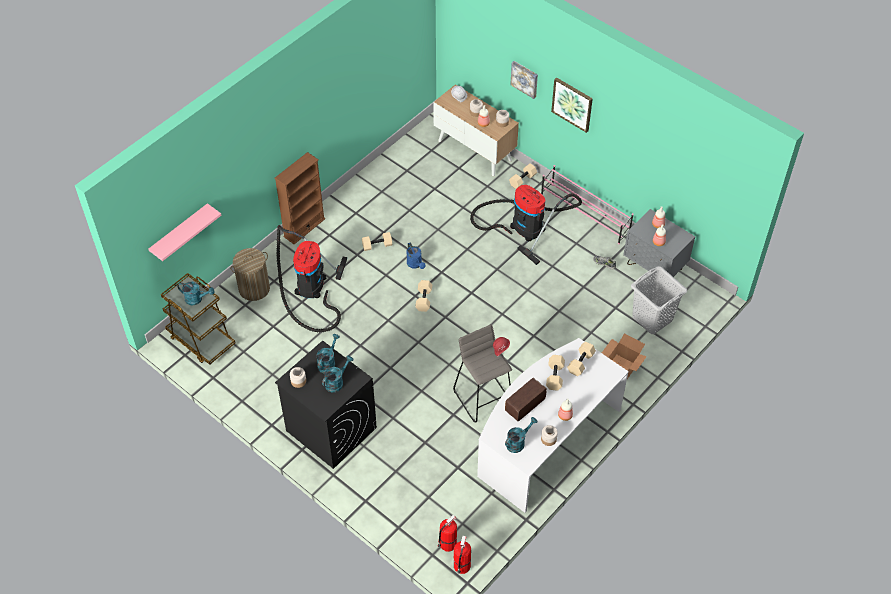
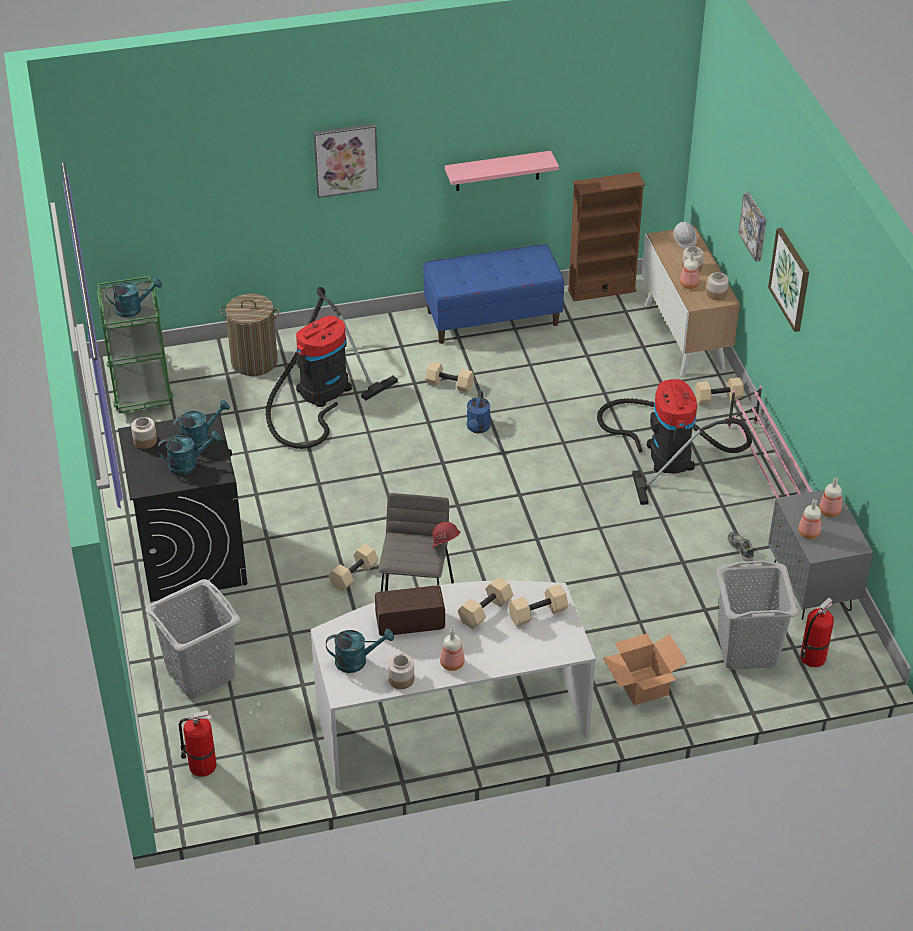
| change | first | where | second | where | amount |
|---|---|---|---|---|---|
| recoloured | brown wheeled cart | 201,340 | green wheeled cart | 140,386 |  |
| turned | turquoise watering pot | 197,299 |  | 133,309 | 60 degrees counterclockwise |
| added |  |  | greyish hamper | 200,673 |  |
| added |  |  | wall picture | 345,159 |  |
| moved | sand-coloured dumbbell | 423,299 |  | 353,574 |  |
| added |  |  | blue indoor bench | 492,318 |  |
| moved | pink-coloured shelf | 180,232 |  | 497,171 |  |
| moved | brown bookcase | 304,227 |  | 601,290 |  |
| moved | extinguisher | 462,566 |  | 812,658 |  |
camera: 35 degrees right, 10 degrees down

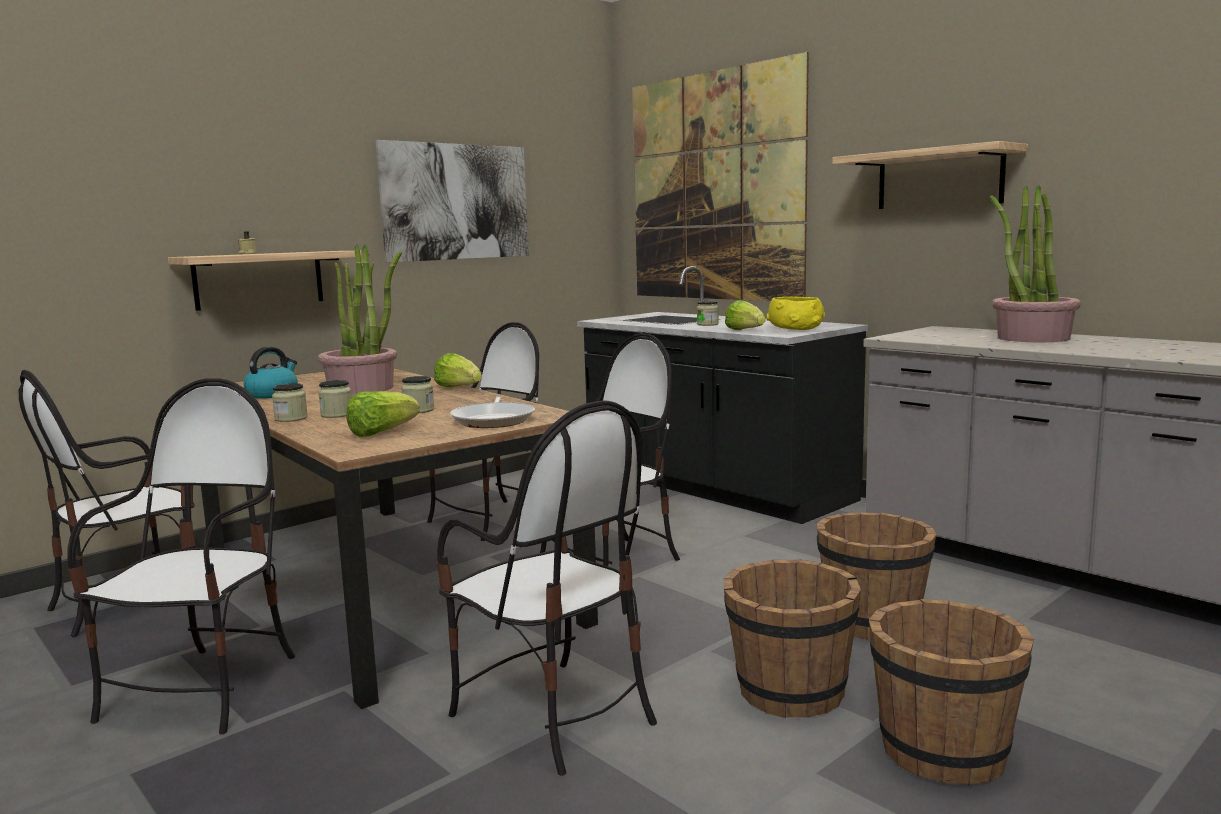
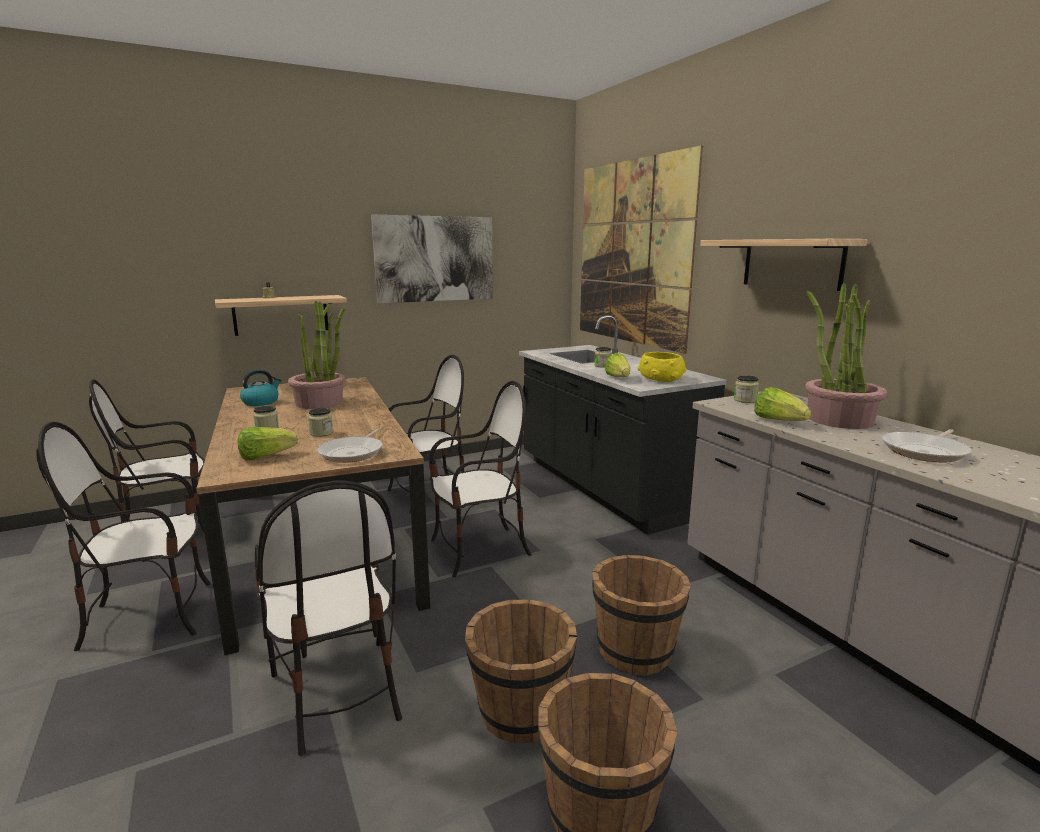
| change | first | where | second | where | amount |
|---|---|---|---|---|---|
| turned | chair | 204,690 |  | 150,616 | 135 degrees counterclockwise |
| moved | storage jar | 291,418 |  | 745,400 |  |
| moved | lettuce | 459,388 |  | 778,421 |  |
| added |  |  | frying pan | 926,451 |  |
camera: 15 degrees right, 5 degrees up

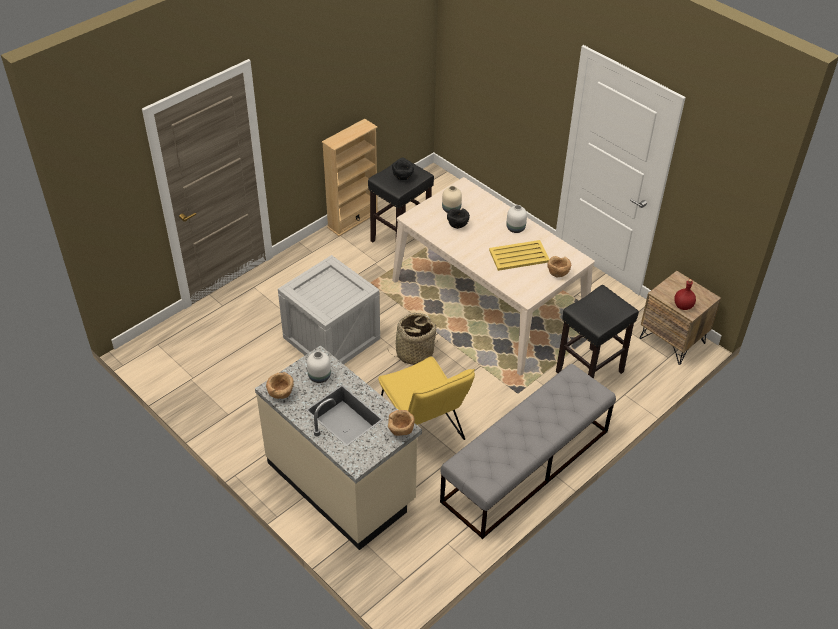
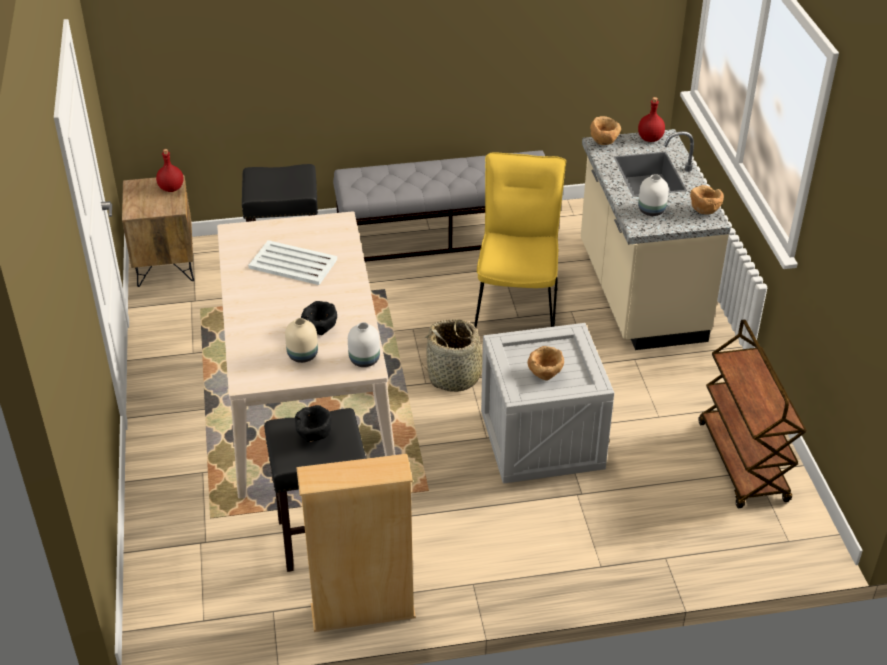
| change | first | where | second | where | amount |
|---|---|---|---|---|---|
| recoloured | yellowish carrying tray | 519,256 | whitish carrying tray | 292,263 |  |
| moved | whitish vase | 515,228 |  | 364,360 |  |
| moved | brown deep dish | 557,274 |  | 545,375 |  |
| added |  |  | red-coloured beverage bottle | 650,139 |  |
| added |  |  | brown wheeled cart | 743,462 |  |
camera: 145 degrees left, 5 degrees down

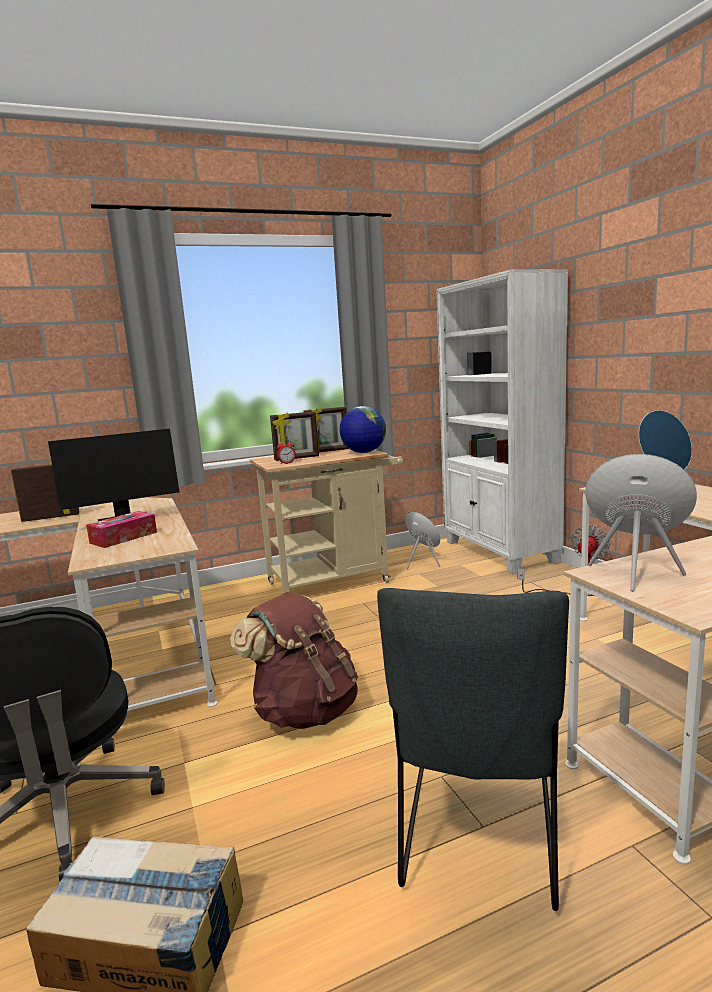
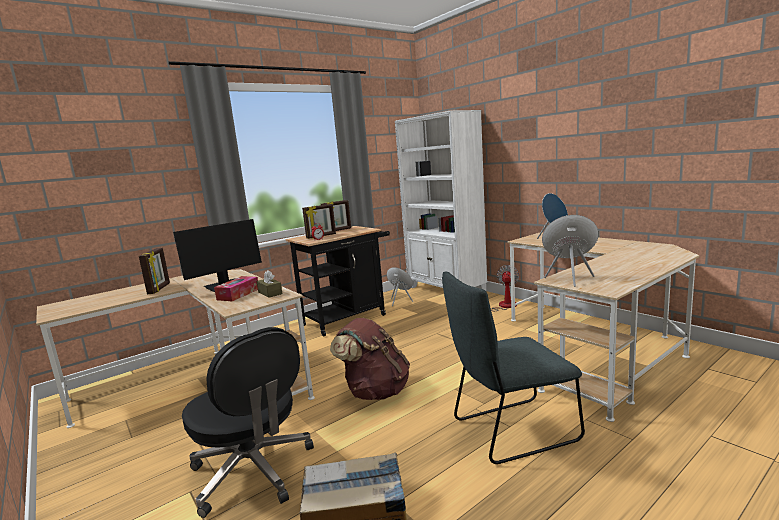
| change | first | where | second | where | amount |
|---|---|---|---|---|---|
| turned | picture frame | 51,517 |  | 159,289 | 120 degrees clockwise |
| added |  |  | brown tissue holder | 270,293 |  |
| recoloured | sand-coloured wheeled cart | 335,581 | black wheeled cart | 348,318 |  |
| turned | greyish chair | 478,837 |  | 510,431 | 75 degrees clockwise |
| removed | desk globe | 363,452 |  |  |  |
camera: 15 degrees left, 0 degrees up

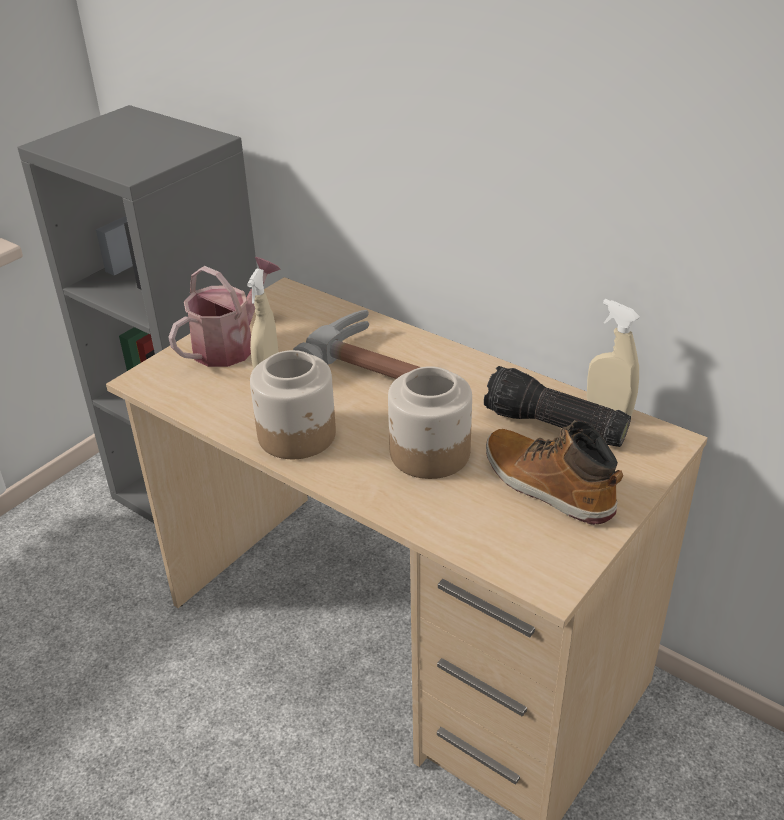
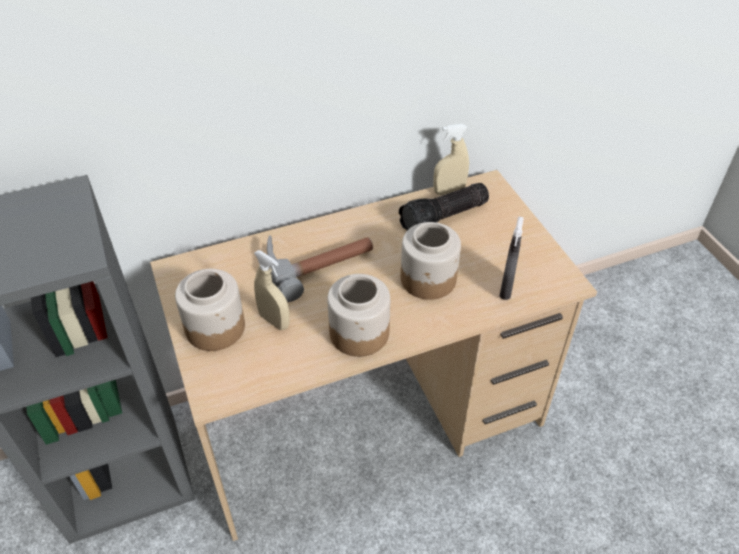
| change | first | where | second | where | amount |
|---|---|---|---|---|---|
| replaced | watering pot | 230,345 | storage jar | 215,327 |  |
| added |  |  | greyish spray bottle | 506,288 |  |
| removed | high-top boot | 546,486 |  |  |  |
camera: 60 degrees left, 10 degrees up

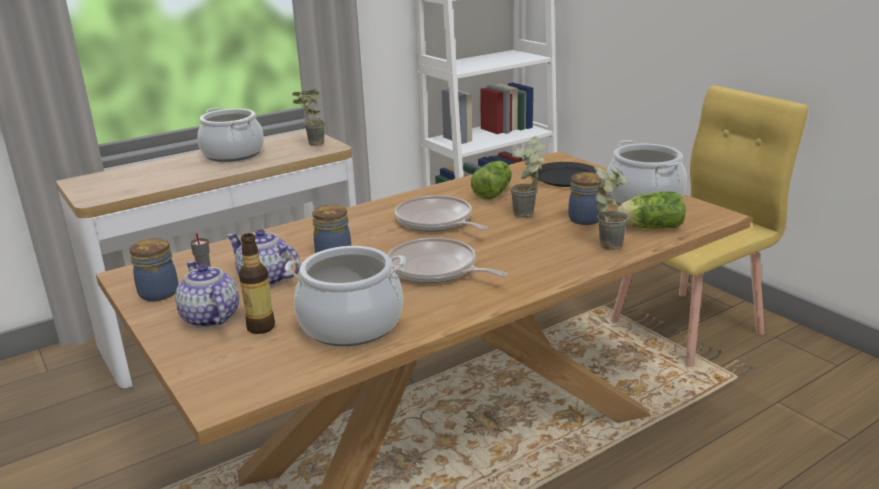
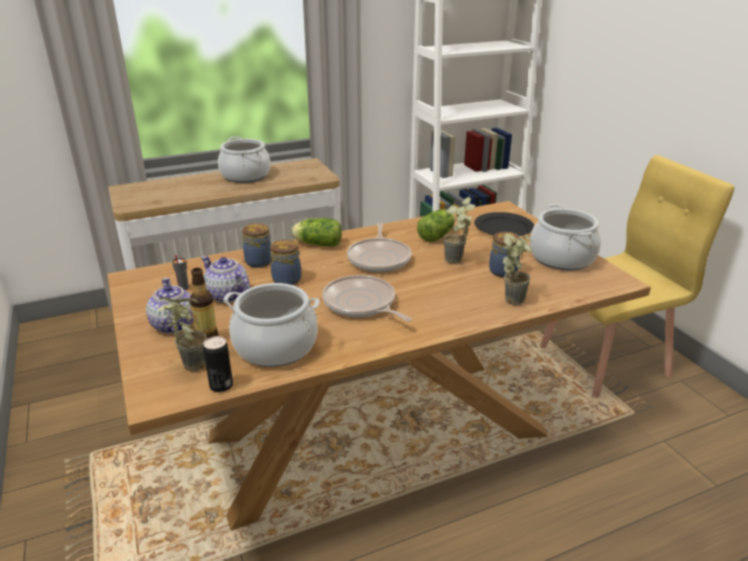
| change | first | where | second | where | amount |
|---|---|---|---|---|---|
| moved | plant in a pot | 311,144 |  | 187,366 |  |
| added |  |  | metal can | 221,385 |  |
| moved | storage jar | 159,292 |  | 259,261 |  |
| moved | lettuce | 648,227 |  | 316,244 |  |
| turned | frying pan | 436,221 |  | 379,258 | 150 degrees counterclockwise |
camera: 10 degrees right, 5 degrees up

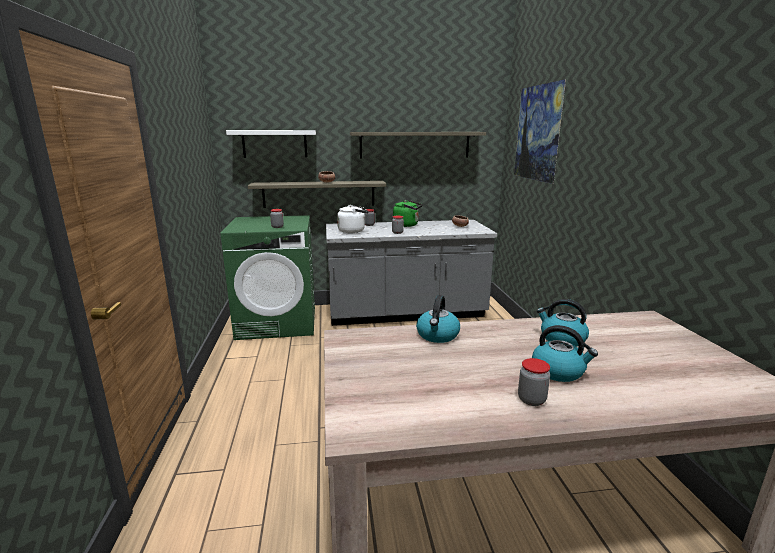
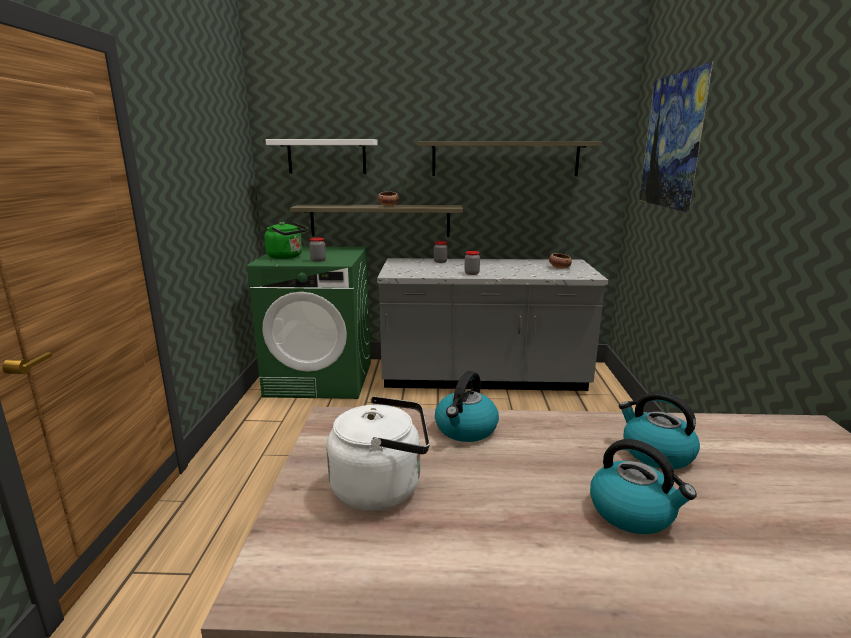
| change | first | where | second | where | amount |
|---|---|---|---|---|---|
| moved | green water kettle | 407,225 |  | 287,256 |  |
| moved | whitish water kettle | 353,231 |  | 382,487 |  |
| removed | storage jar | 531,400 |  |  |  |
camera: 10 degrees right, 0 degrees up

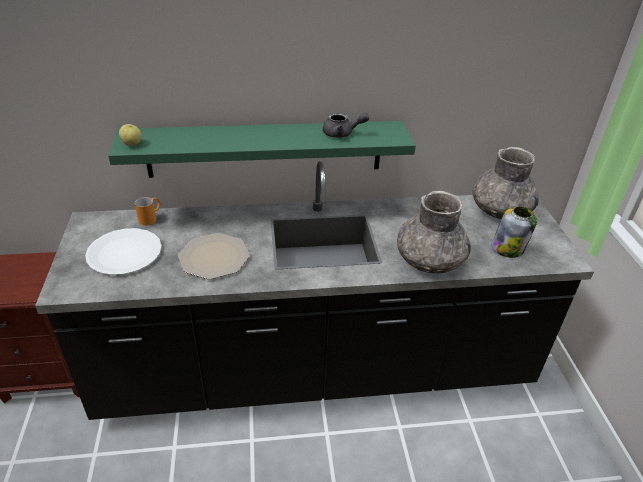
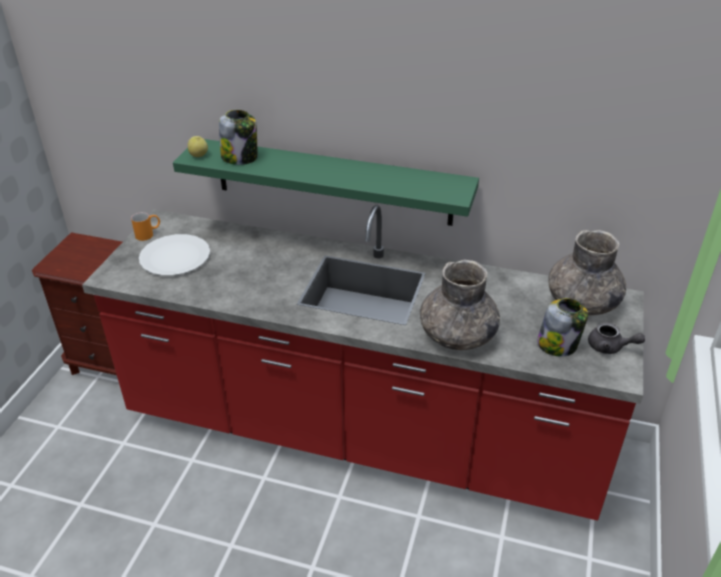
| change | first | where | second | where | amount |
|---|---|---|---|---|---|
| recoloured | black kitchen counter | 316,372 | red-coloured kitchen counter | 361,434 |  |
| moved | orange-coloured tea mug | 151,218 |  | 148,234 |  |
| added |  |  | storage jar | 240,157 |  |
| moved | greyish teapot | 342,134 |  | 610,347 |  |
| removed | dinner plate | 215,257 |  |  |  |
camera: 25 degrees right, 0 degrees up

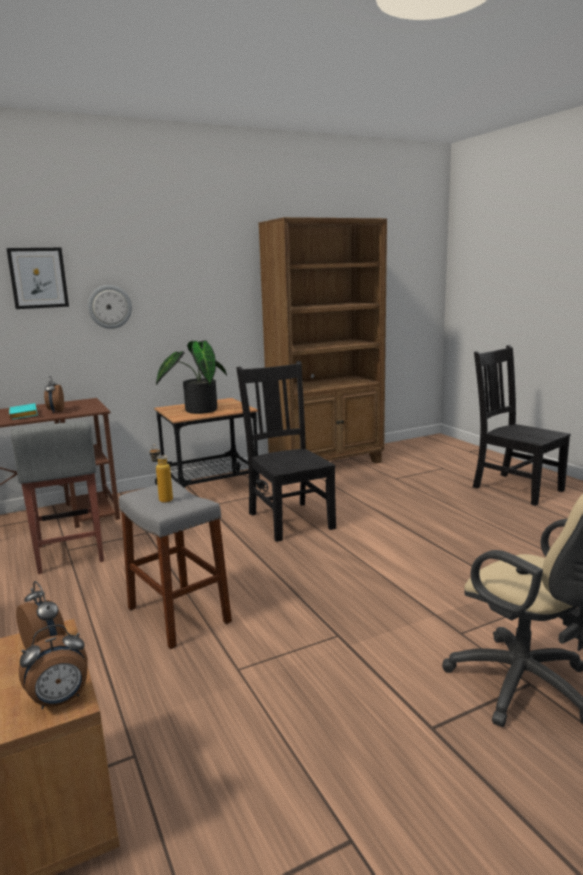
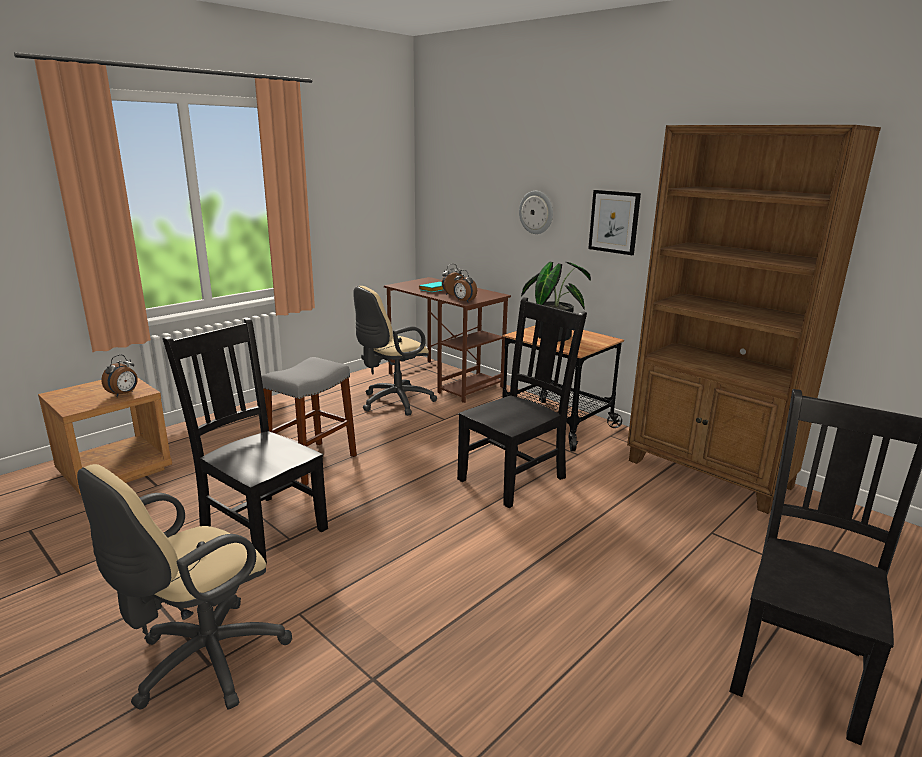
| change | first | where | second | where | amount |
|---|---|---|---|---|---|
| added |  |  | black chair | 261,527 |  |
| replaced | greyish stool seat | 69,554 | sand-coloured desk chair | 393,402 |  |
| moved | alarm clock | 60,701 |  | 463,301 |  |
| moved | wall picture | 38,278 |  | 614,222 |  |
| removed | beverage bottle | 162,499 |  |  |  |
camera: 70 degrees right, 5 degrees up

